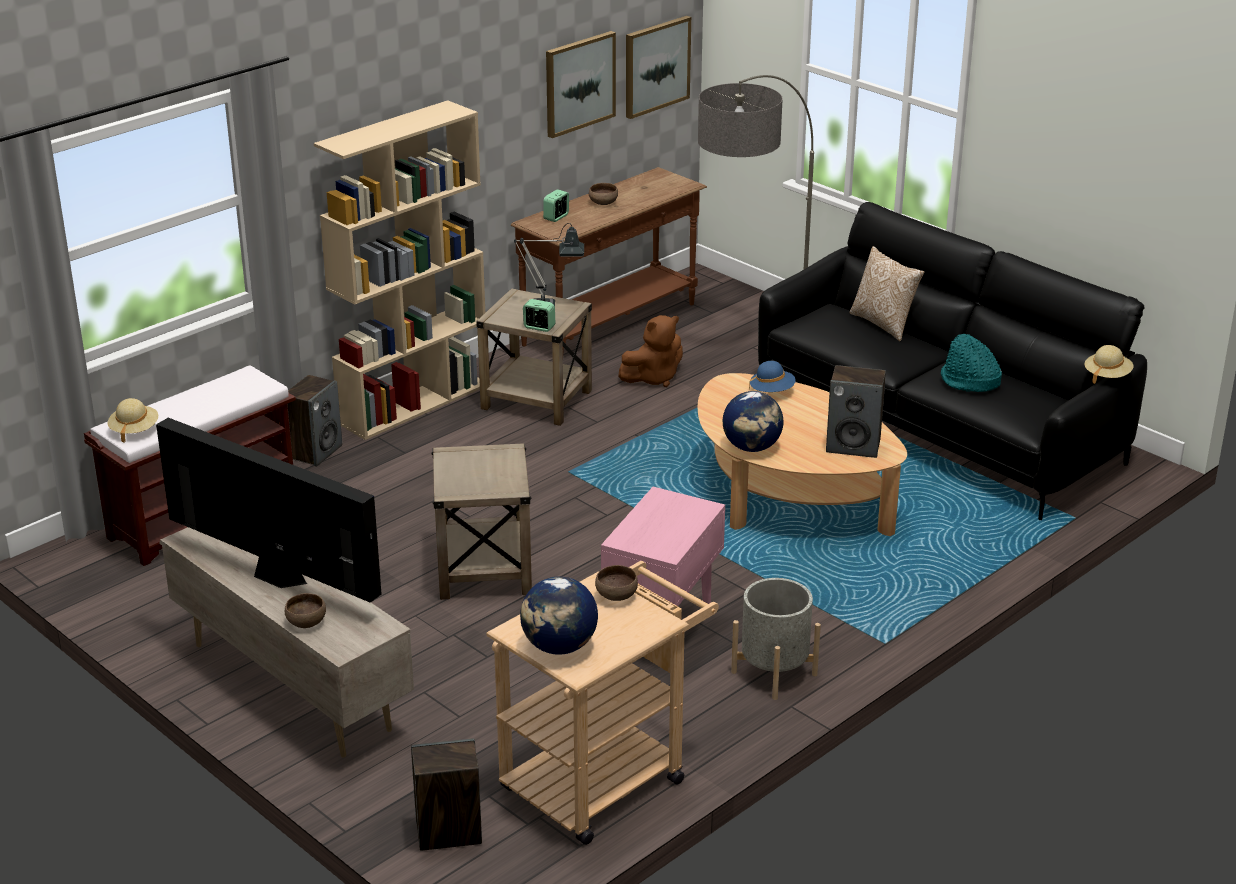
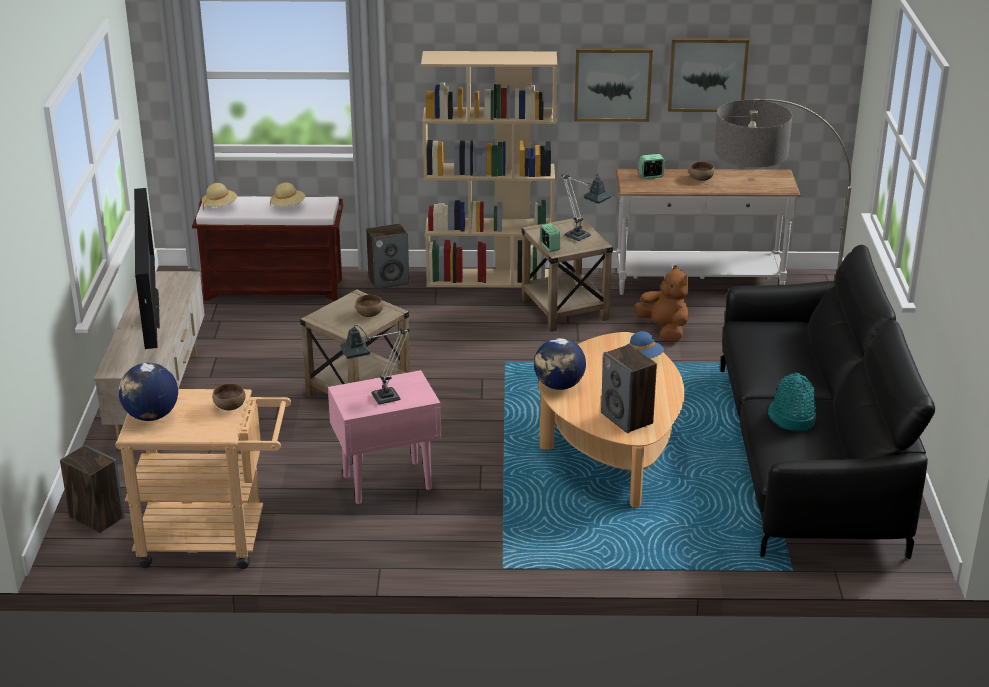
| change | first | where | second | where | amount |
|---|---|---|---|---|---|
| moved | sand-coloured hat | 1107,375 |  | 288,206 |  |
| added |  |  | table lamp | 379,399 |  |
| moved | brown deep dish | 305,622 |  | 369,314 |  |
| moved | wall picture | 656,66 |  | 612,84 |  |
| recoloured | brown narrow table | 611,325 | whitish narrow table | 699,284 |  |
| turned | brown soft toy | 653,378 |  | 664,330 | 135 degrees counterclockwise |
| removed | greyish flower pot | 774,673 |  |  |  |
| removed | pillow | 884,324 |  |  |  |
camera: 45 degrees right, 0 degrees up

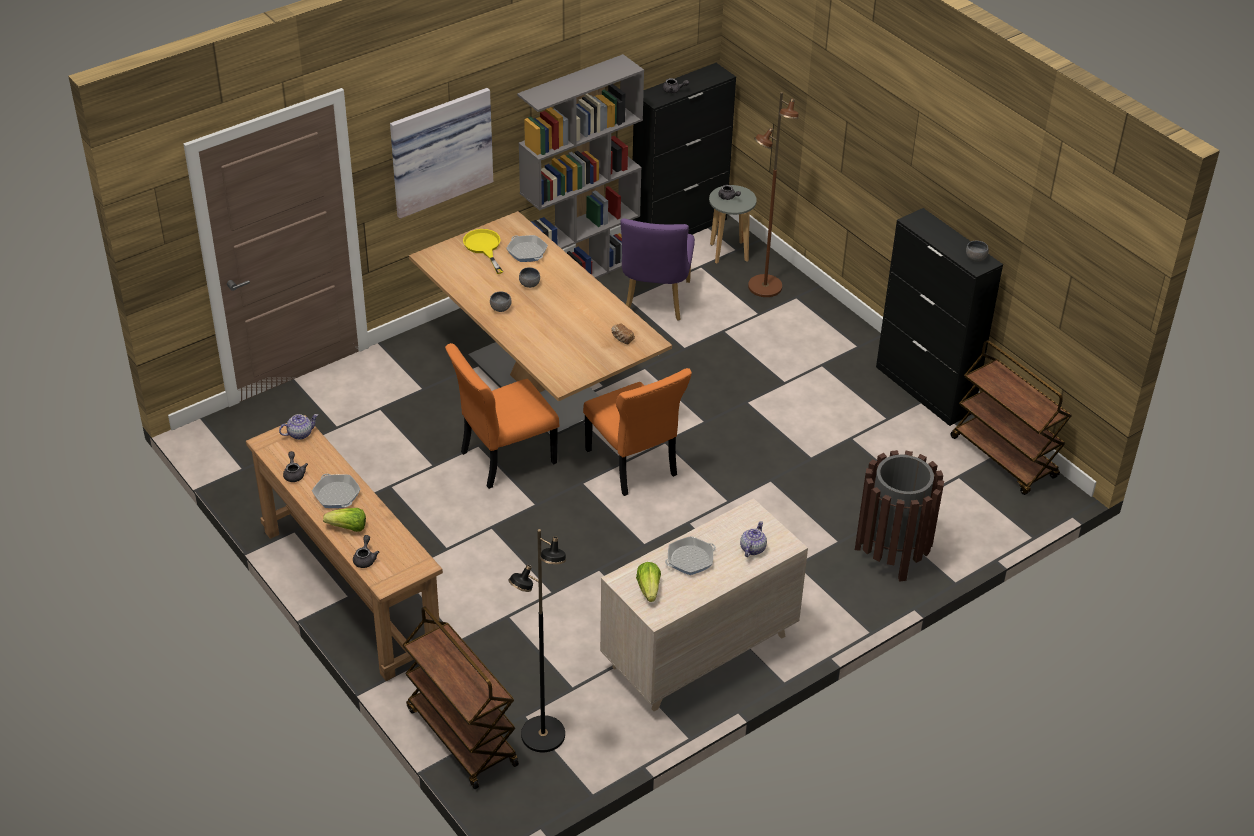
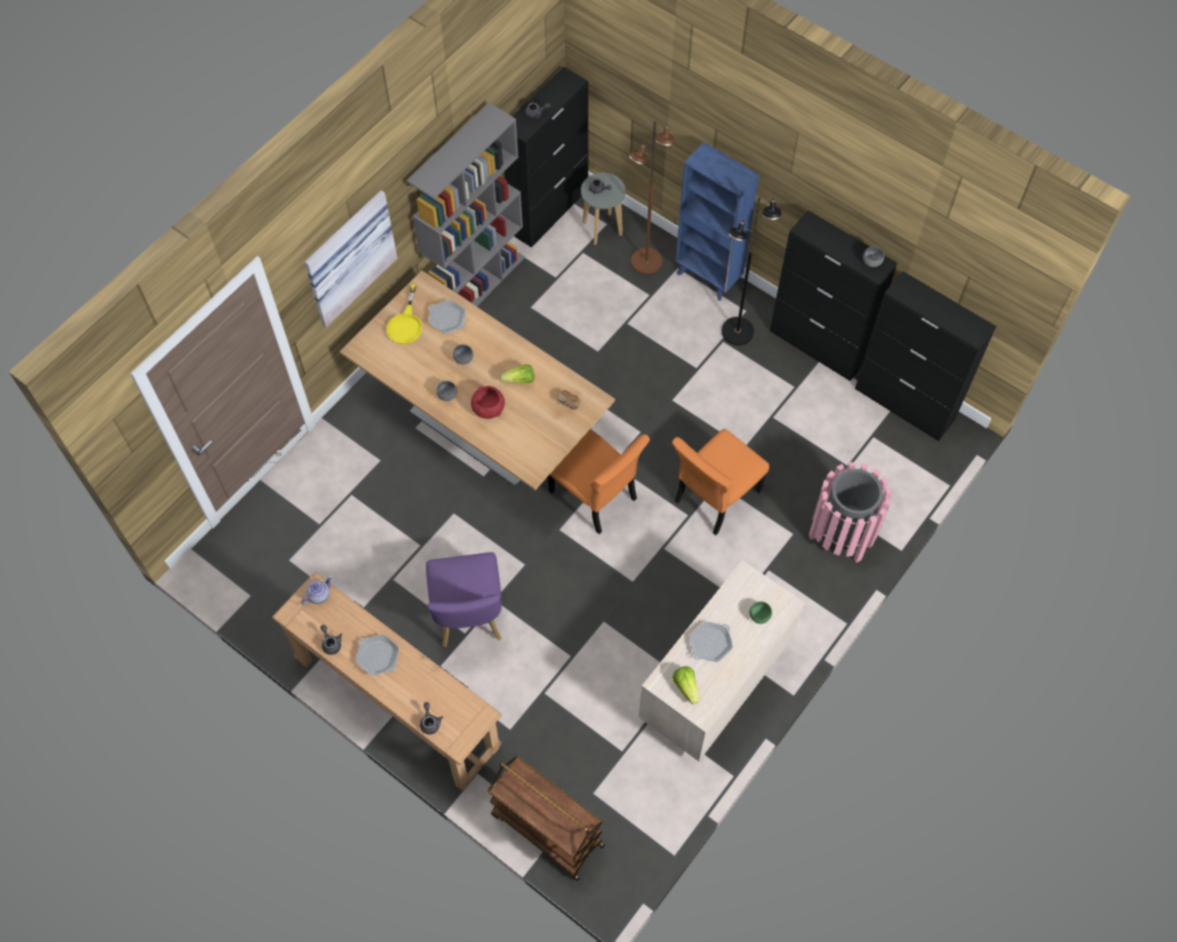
| change | first | where | second | where | amount |
|---|---|---|---|---|---|
| turned | yellowish frying pan | 484,247 |  | 406,324 | 135 degrees counterclockwise |
| moved | purplish chair | 655,302 |  | 469,618 |  |
| added |  |  | red-coloured deep dish | 488,408 |  |
| moved | lettuce | 348,528 |  | 519,380 |  |
| moved | orange-coloured chair | 504,458 |  | 714,498 |  |
| added |  |  | blue bookcase | 708,277 |  |
| moved | black standard lamp | 542,735 |  | 737,332 |  |
| replaced | teapot | 752,548 | green deep dish | 759,616 |  |
| recoloured | brown trash can | 892,554 | pink-coloured trash can | 841,535 |  |
| replaced | brown wheeled cart | 1004,458 | black storage cabinet | 904,404 |  |
camera: 15 degrees left, 20 degrees up

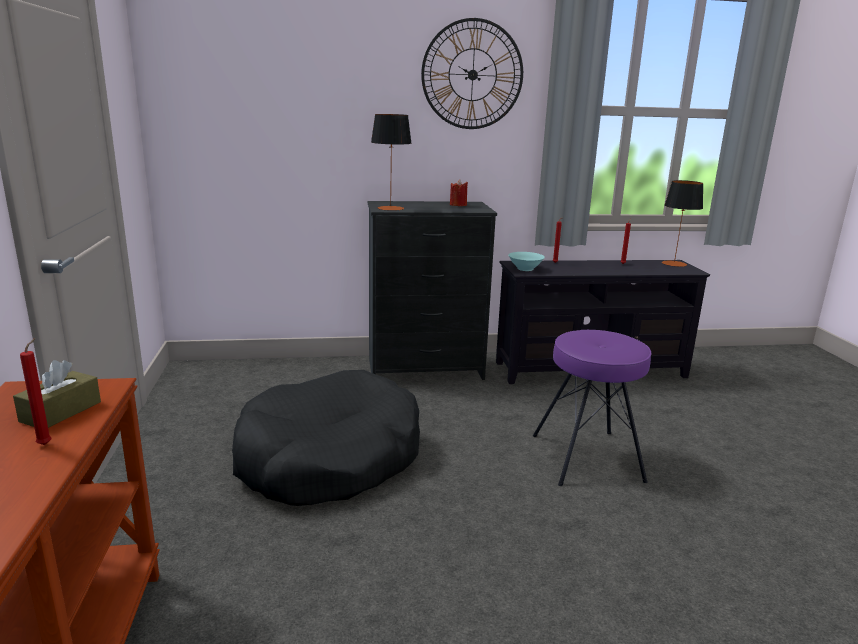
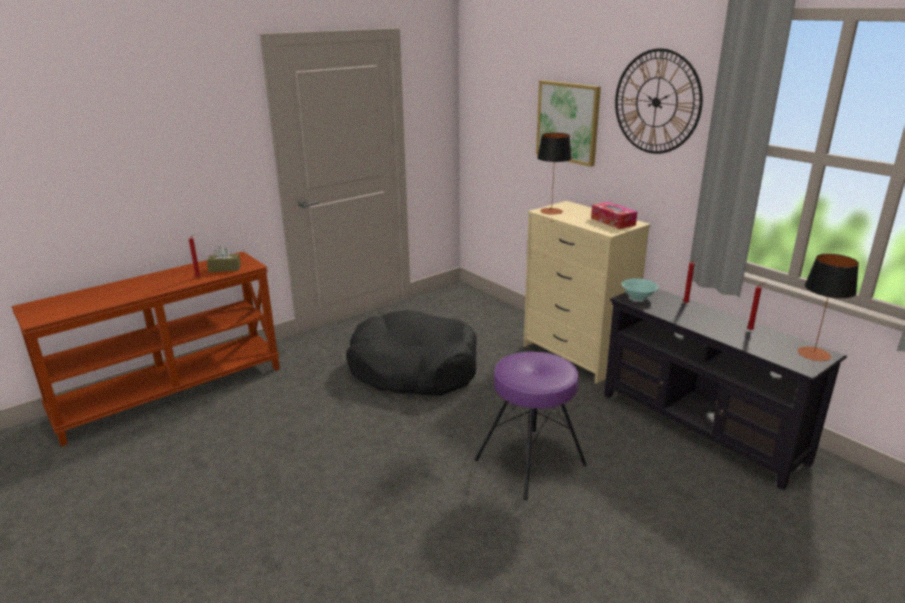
| change | first | where | second | where | amount |
|---|---|---|---|---|---|
| recoloured | black dresser | 425,369 | sand-coloured dresser | 575,355 |  |
| added |  |  | wall picture | 568,122 |  |
| replaced | red-coloured wax candle | 458,205 | tissue holder | 613,221 |  |
camera: 60 degrees right, 5 degrees up

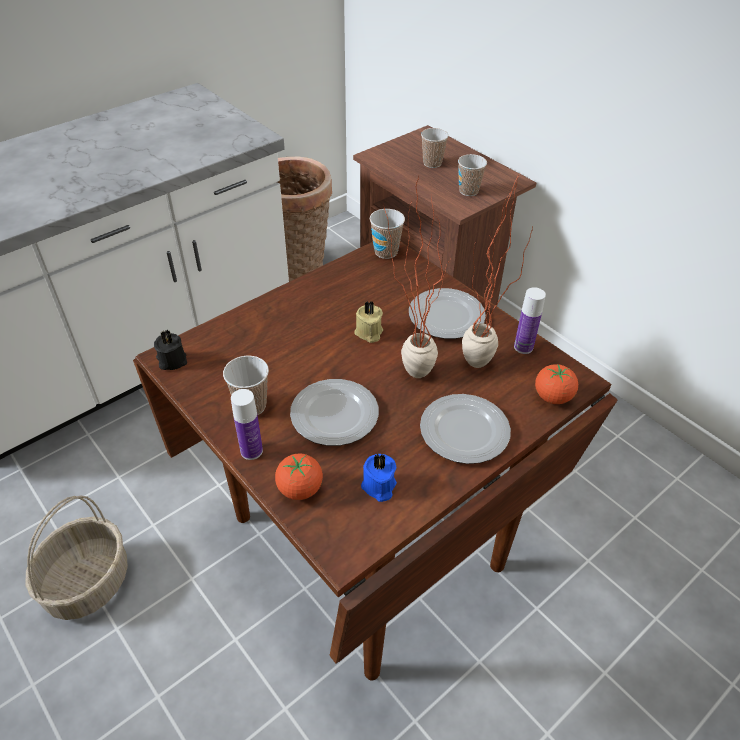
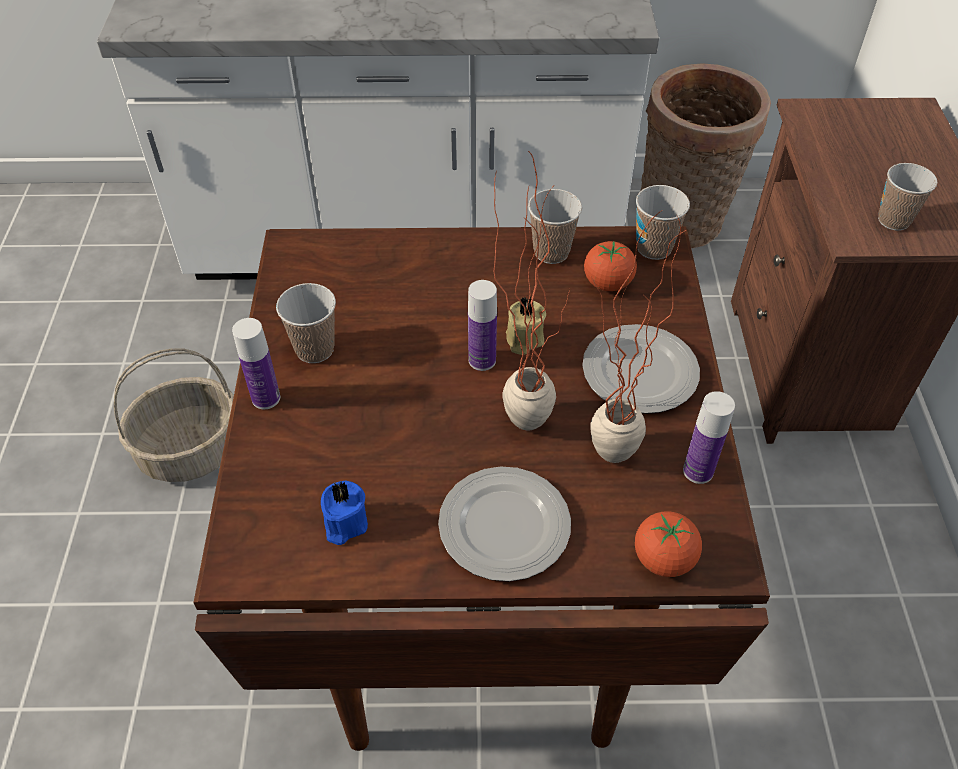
| change | first | where | second | where | amount |
|---|---|---|---|---|---|
| added |  |  | beverage bottle | 482,360 |  |
| moved | drinking cup | 432,163 |  | 551,252 |  |
| moved | fresh tomato | 300,489 |  | 607,283 |  |
| removed | black wax candle | 171,360 |  |  |  |
| removed | dinner plate | 335,415 |  |  |  |
camera: 40 degrees right, 5 degrees up

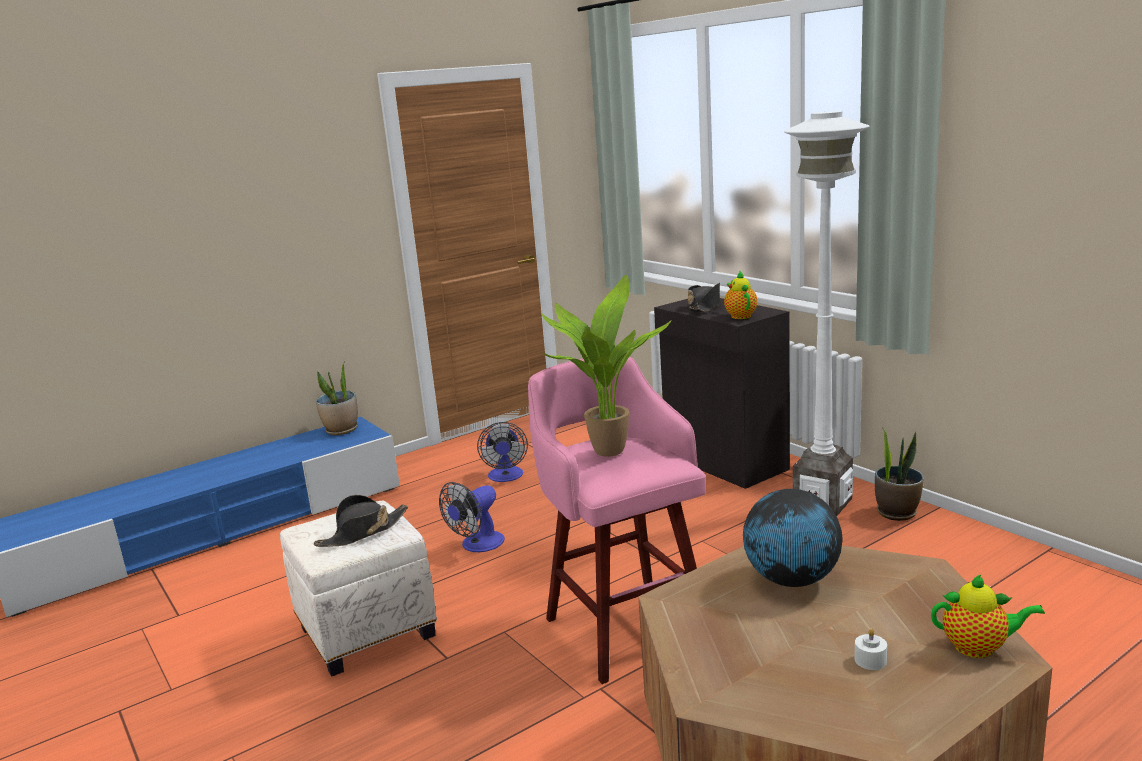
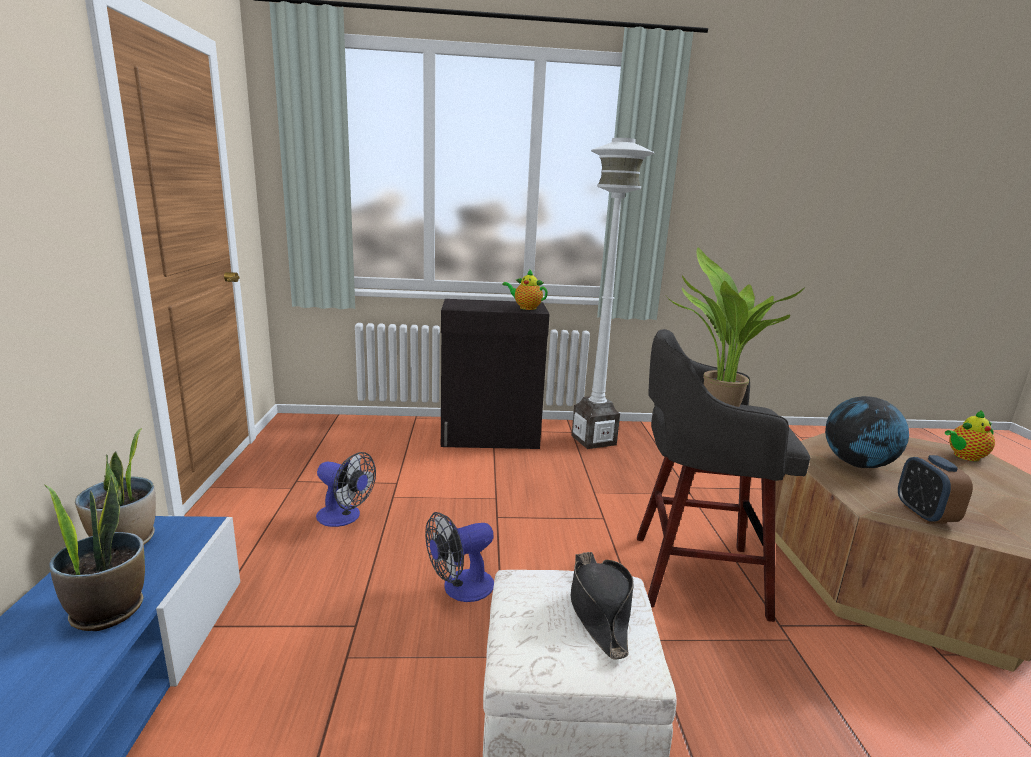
| change | first | where | second | where | amount |
|---|---|---|---|---|---|
| moved | plant in a pot | 897,512 |  | 108,610 |  |
| turned | cooling fan | 477,545 |  | 460,588 | 75 degrees clockwise |
| recoloured | pink-coloured stool seat | 625,627 | greyish stool seat | 692,574 |  |
| added |  |  | alarm clock | 924,514 |  |
| turned | teapot | 979,648 |  | 964,456 | 150 degrees counterclockwise |
| removed | black hat | 704,306 |  |  |  |
| removed | whitish wax candle | 870,660 |  |  |  |
camera: 60 degrees left, 0 degrees up

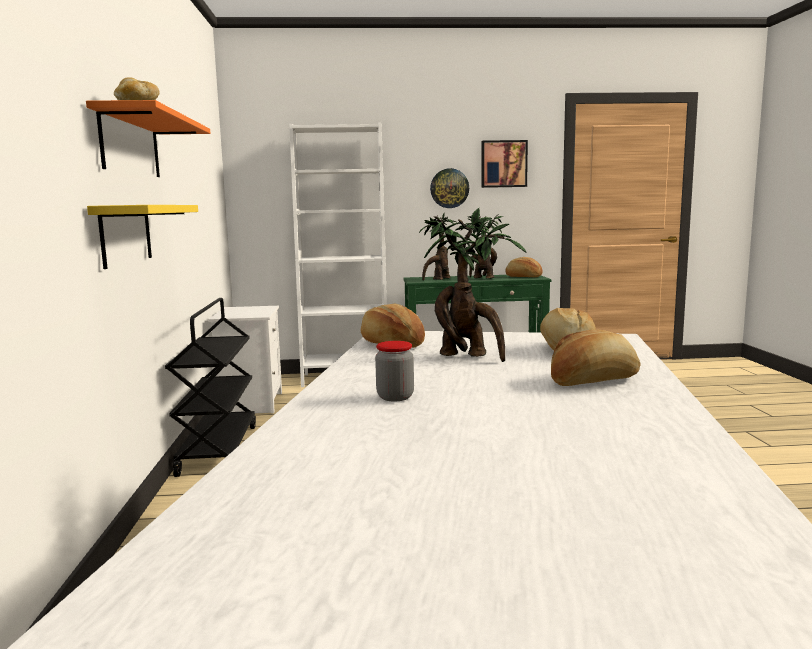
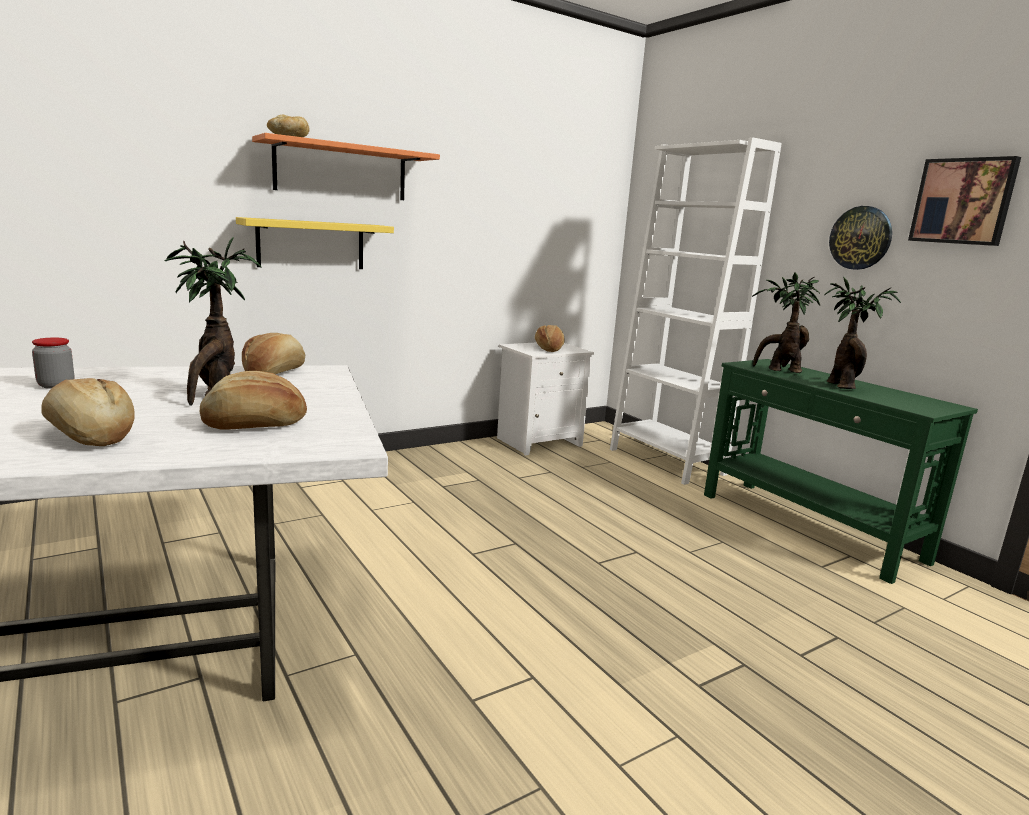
| change | first | where | second | where | amount |
|---|---|---|---|---|---|
| moved | baked bread | 523,276 |  | 549,348 |  |
| removed | black wheeled cart | 218,449 |  |  |  |
camera: 60 degrees right, 5 degrees up

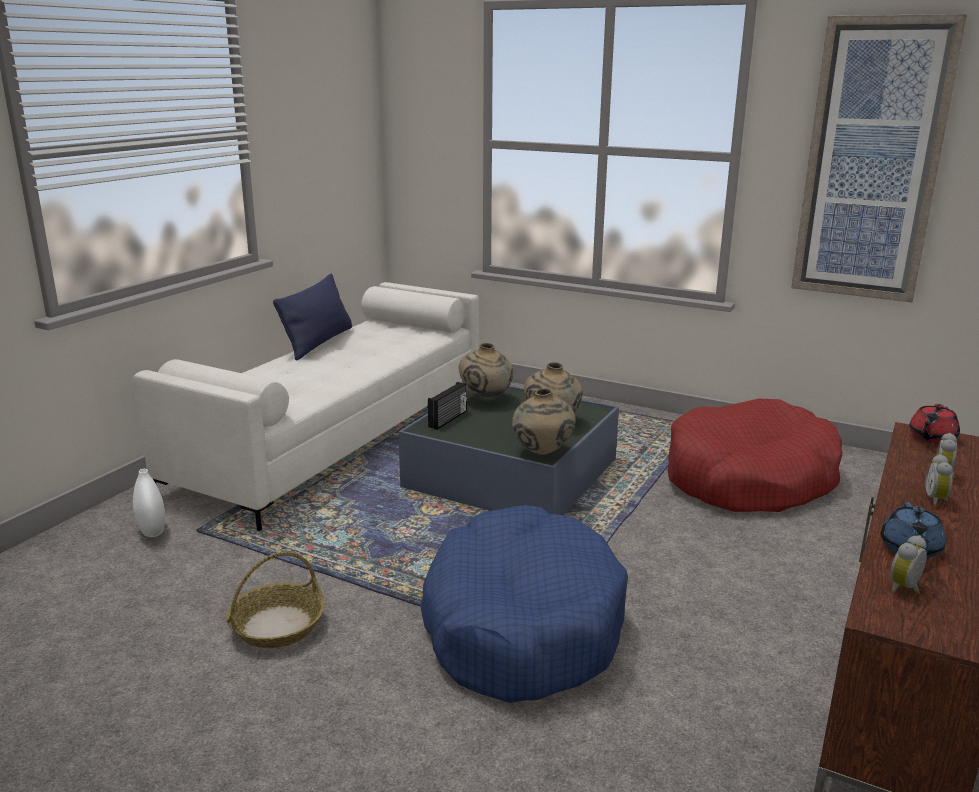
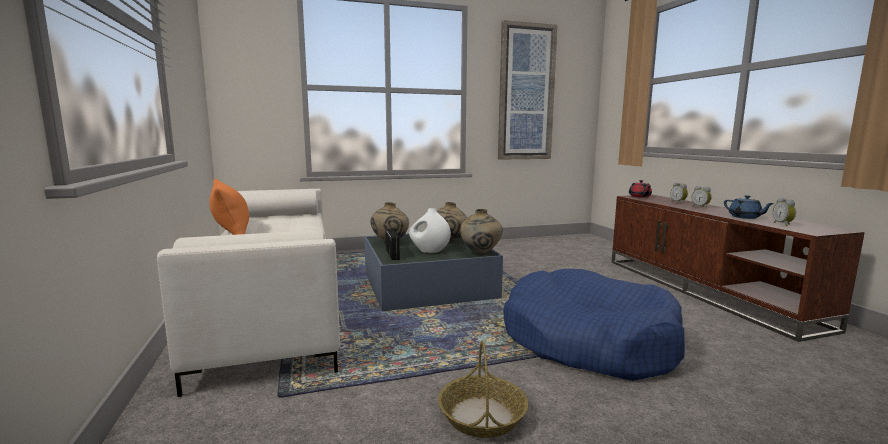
| change | first | where | second | where | amount |
|---|---|---|---|---|---|
| recoloured | blue pillow | 318,342 | orange-coloured pillow | 231,231 |  |
| moved | whitish vase | 152,530 |  | 429,251 |  |
| removed | red-coloured dog bed | 748,478 |  |  |  |
camera: 45 degrees left, 10 degrees down

